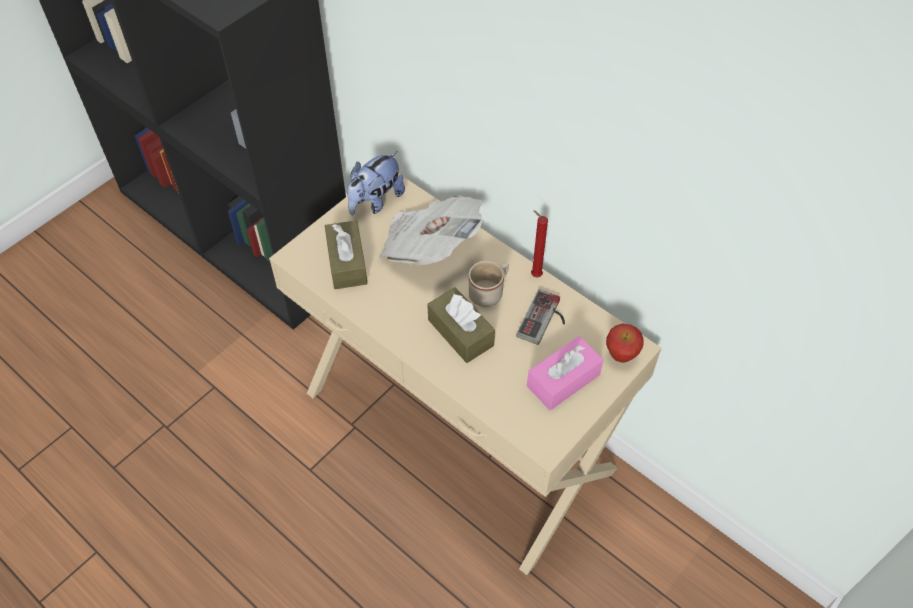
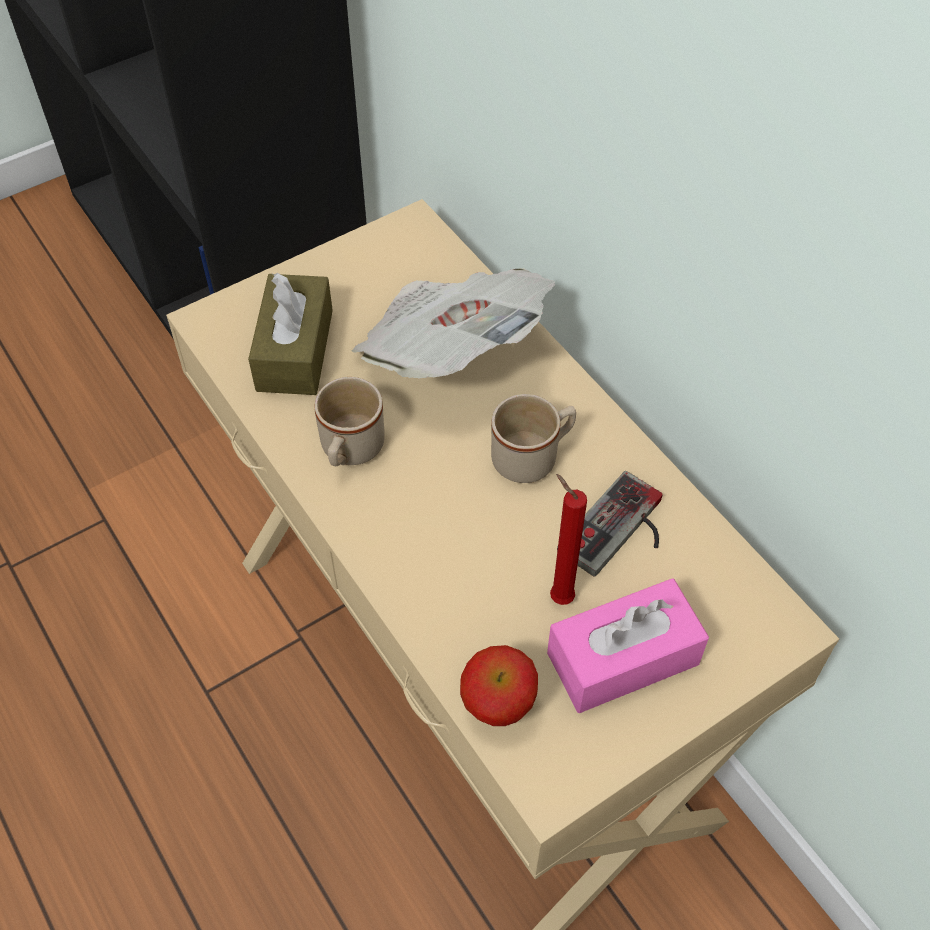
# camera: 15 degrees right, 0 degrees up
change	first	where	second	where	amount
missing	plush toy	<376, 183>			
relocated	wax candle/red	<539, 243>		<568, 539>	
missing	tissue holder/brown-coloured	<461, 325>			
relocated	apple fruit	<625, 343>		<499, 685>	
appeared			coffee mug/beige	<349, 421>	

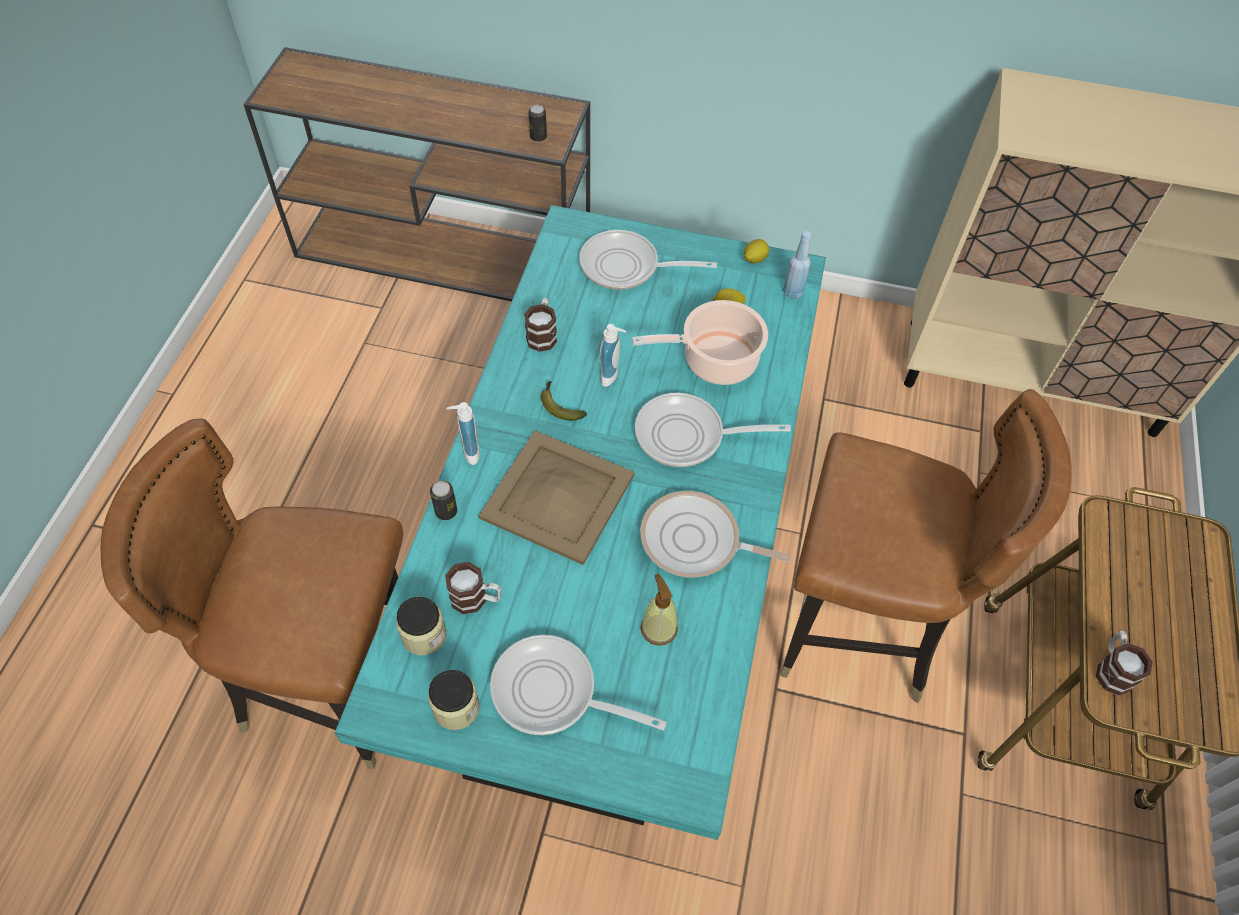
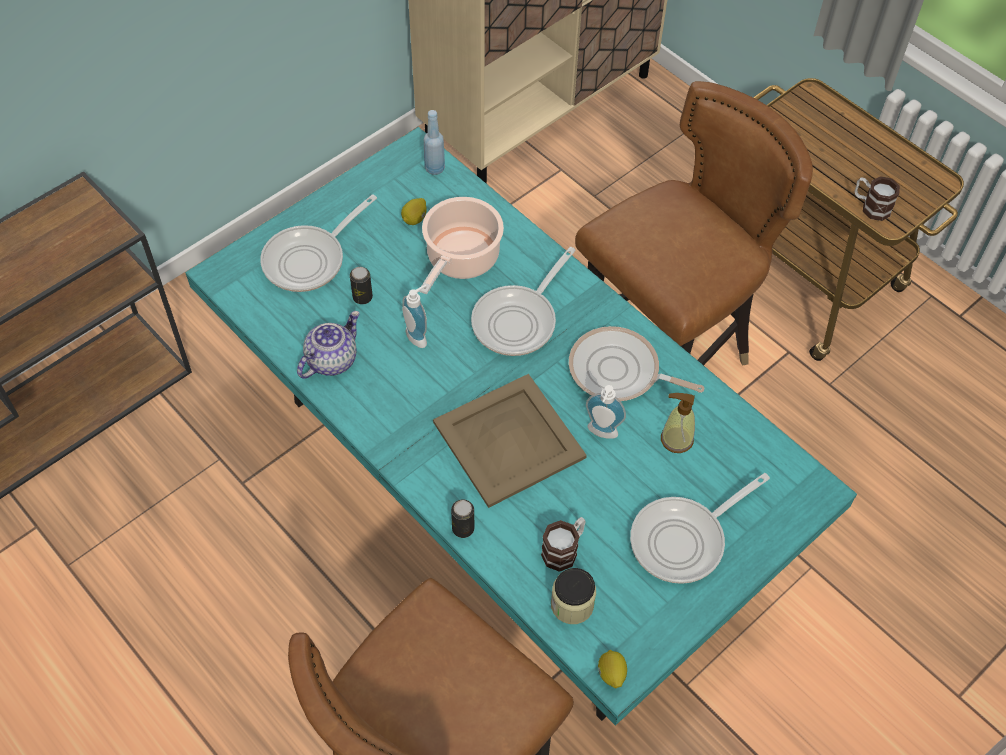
# camera: 55 degrees left, 0 degrees up
change	first	where	second	where	amount
relocated	can	<537, 123>		<361, 285>	
relocated	citrus fruit	<756, 251>		<612, 669>	
exchanged	coffee mug	<540, 324>	tea pot	<328, 345>	
missing	banana	<564, 400>			
relocated	soap dispenser	<463, 433>		<606, 412>	
spun	frying pan	<715, 534>		<636, 363>	60 degrees clockwise
missing	preserve jar	<454, 700>			

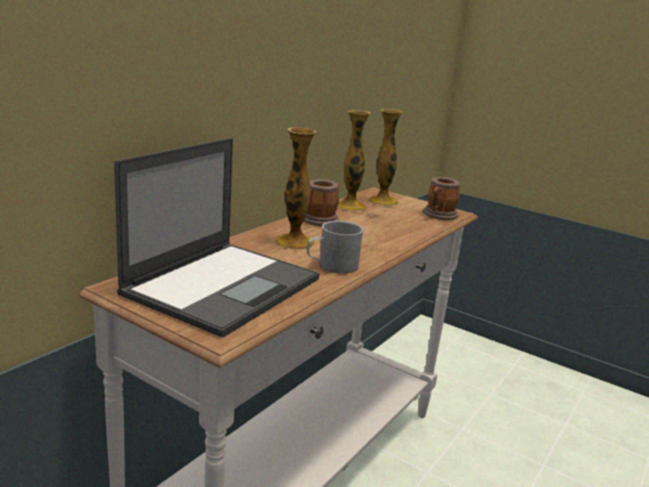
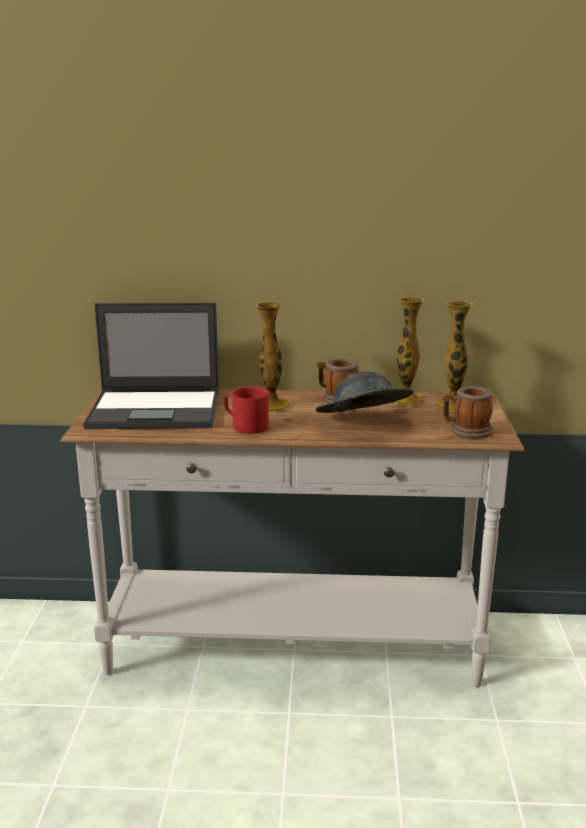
# camera: 60 degrees right, 0 degrees up
change	first	where	second	where	amount
colour	coffee mug/grey	<335, 247>	coffee mug/red	<246, 410>	
appeared			clothing hat/grey	<365, 392>	

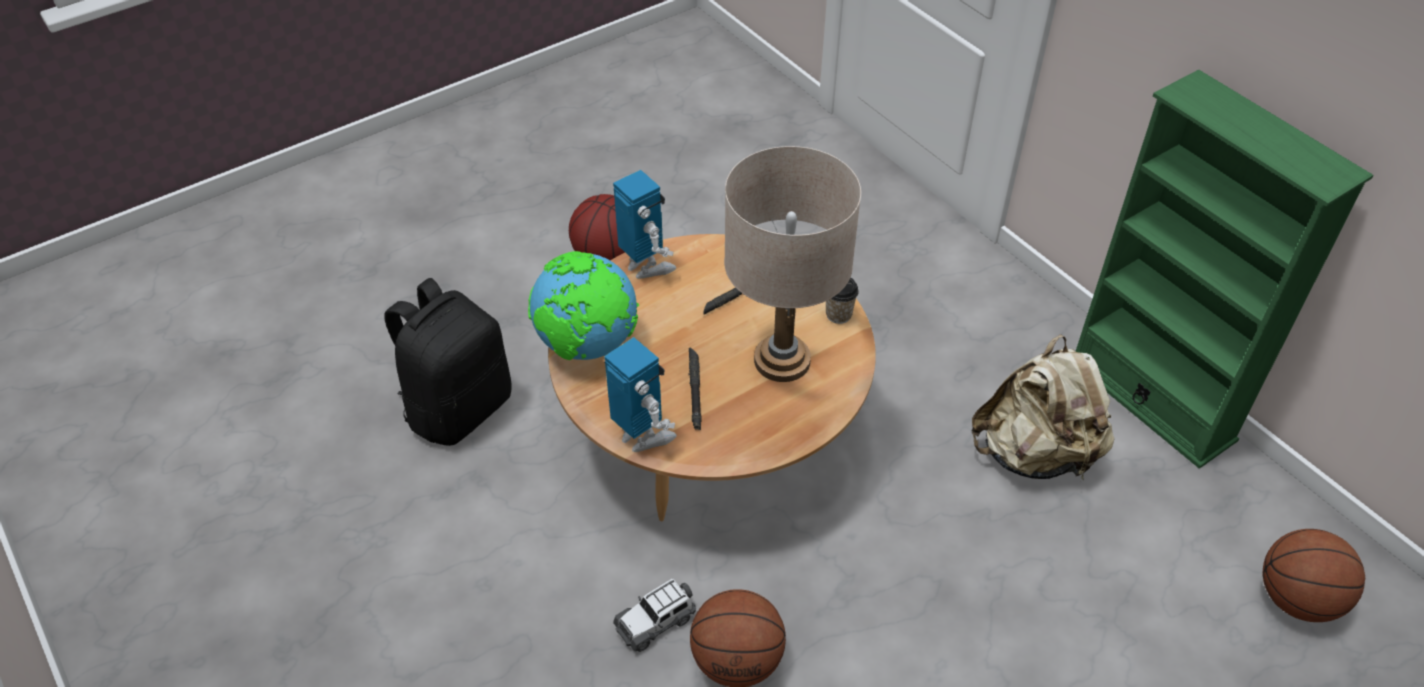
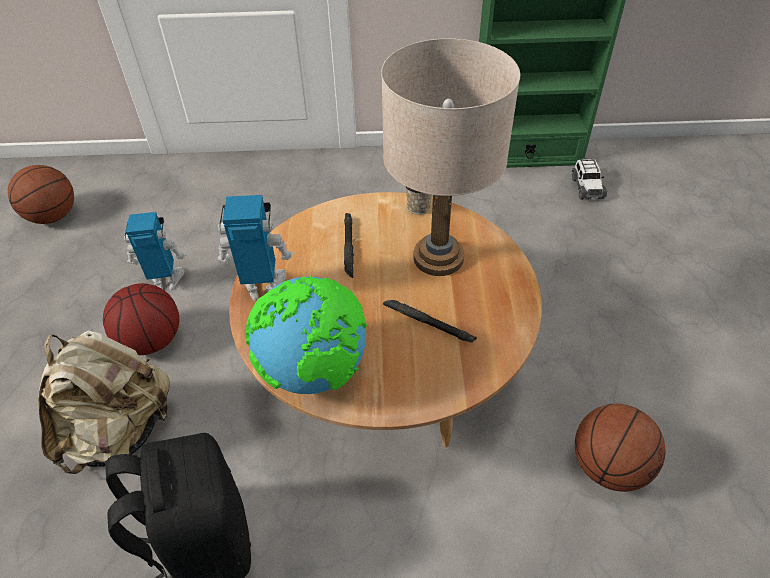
# camera: 55 degrees left, 0 degrees up
change	first	where	second	where	amount
relocated	knapsack/beige	<1042, 407>		<104, 402>	
relocated	model robot	<640, 394>		<155, 251>	
relocated	ball for basketball	<1313, 575>		<41, 194>	
relocated	model car	<654, 615>		<589, 179>	

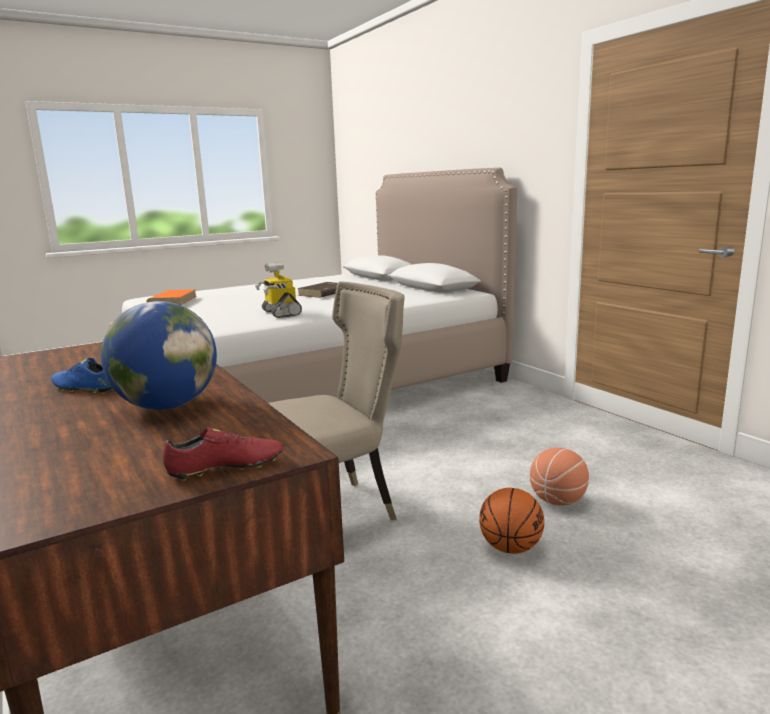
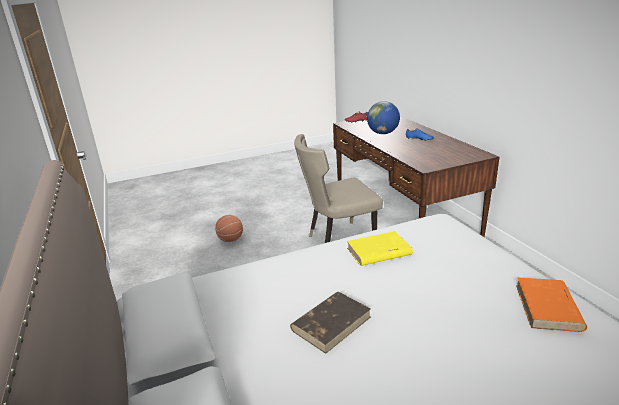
# camera: 170 degrees left, 10 degrees up
change	first	where	second	where	amount
exchanged	model robot	<278, 290>	book/yellowish	<380, 248>	
missing	ball for basketball	<511, 521>			

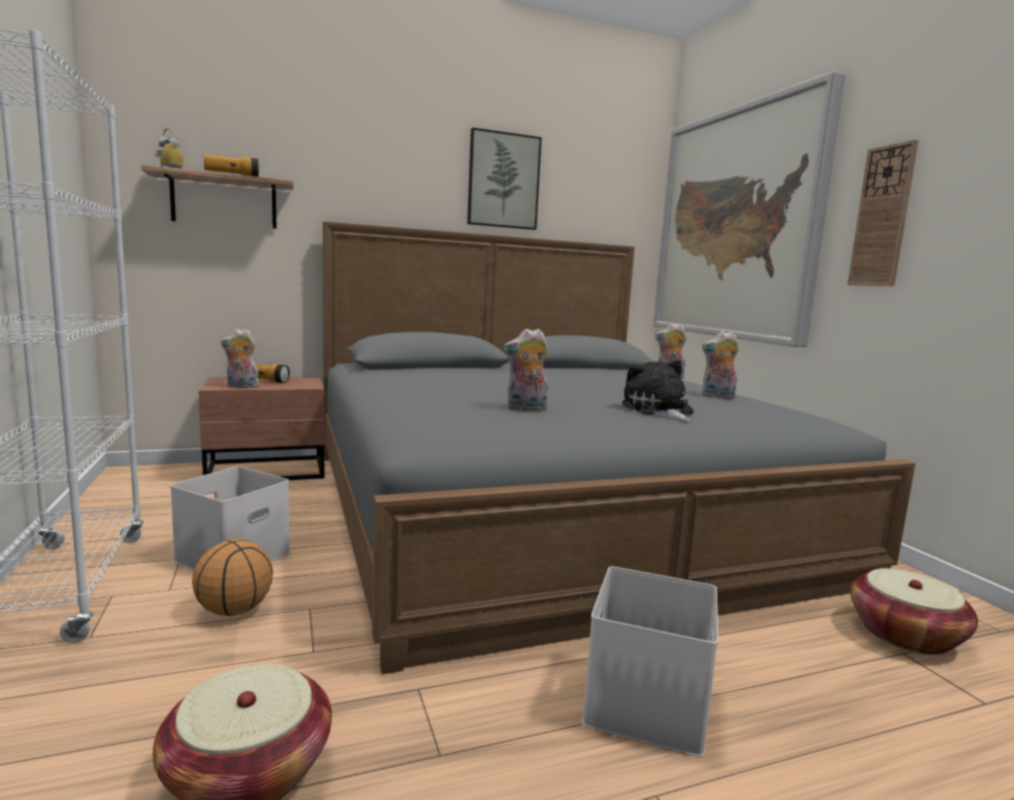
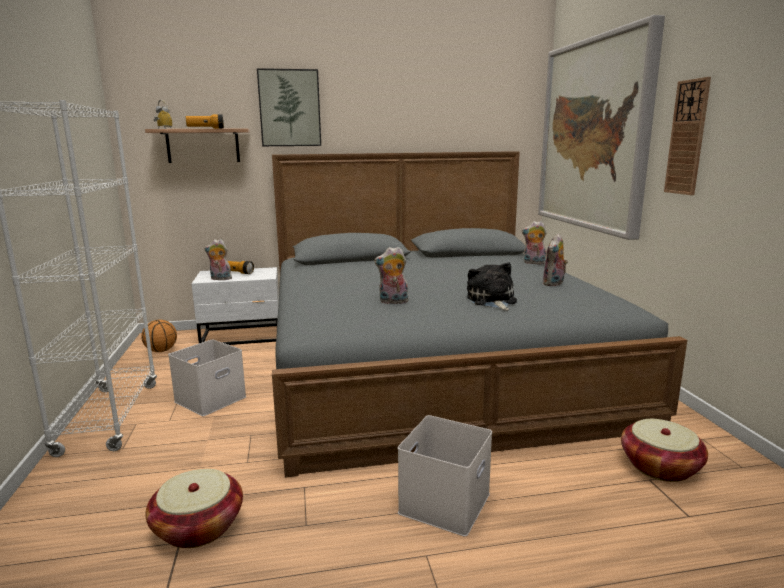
# camera: 10 degrees right, 5 degrees up
change	first	where	second	where	amount
relocated	wall picture	<504, 178>		<289, 107>	
spun	plush toy	<720, 365>		<555, 260>	60 degrees counterclockwise
colour	bedside table/brown-coloured	<262, 428>	bedside table/whitish	<235, 306>	
relocated	ball for basketball	<232, 577>		<159, 336>	

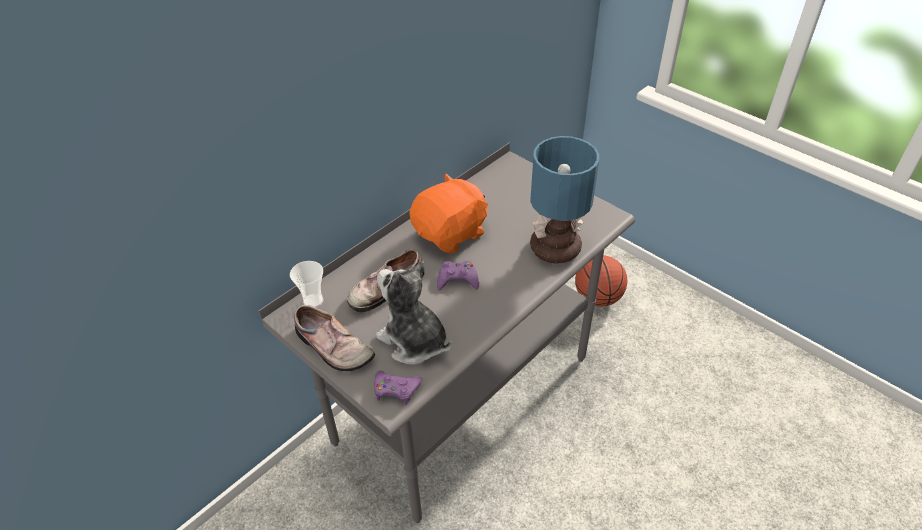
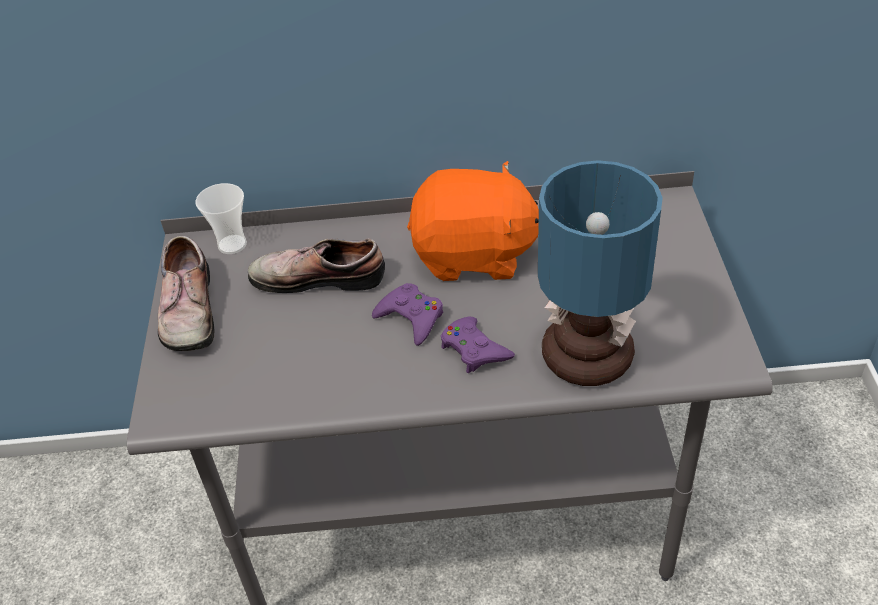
# camera: 45 degrees right, 0 degrees up
change	first	where	second	where	amount
missing	ball for basketball	<601, 281>			
missing	plush toy	<413, 312>			
relocated	joypad/purplish	<398, 388>		<478, 345>	

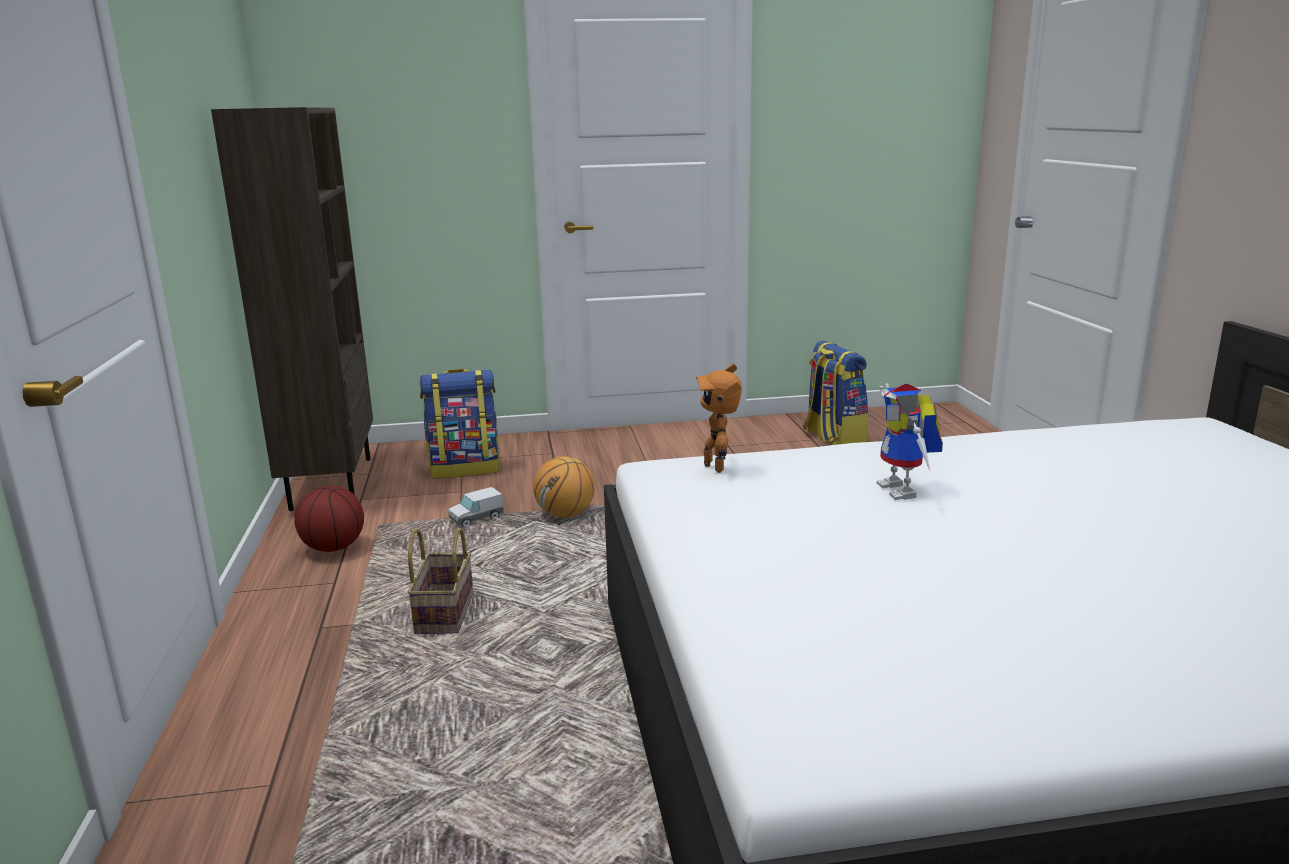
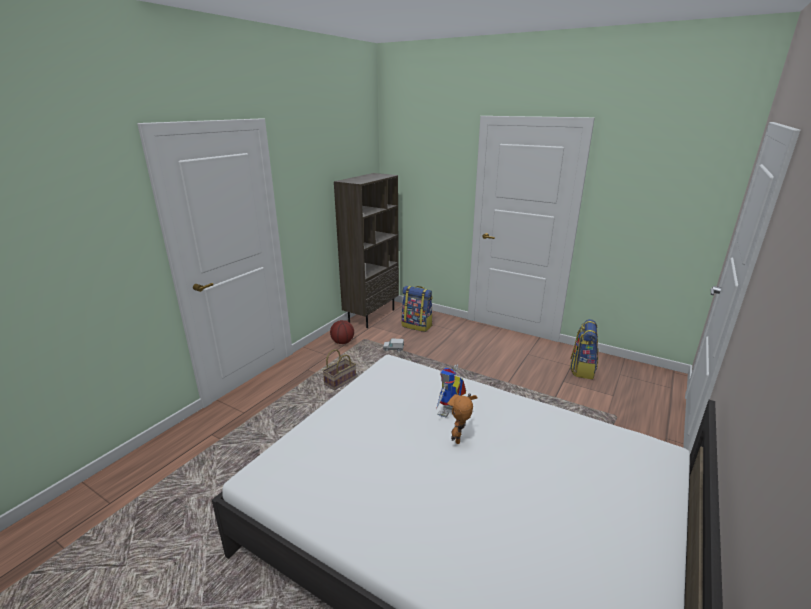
# camera: 40 degrees right, 5 degrees up
change	first	where	second	where	amount
relocated	model robot	<719, 418>		<462, 418>	
missing	ball for basketball	<564, 487>			

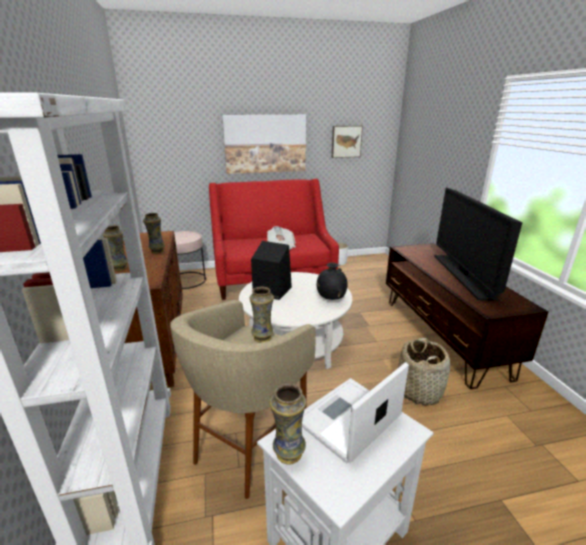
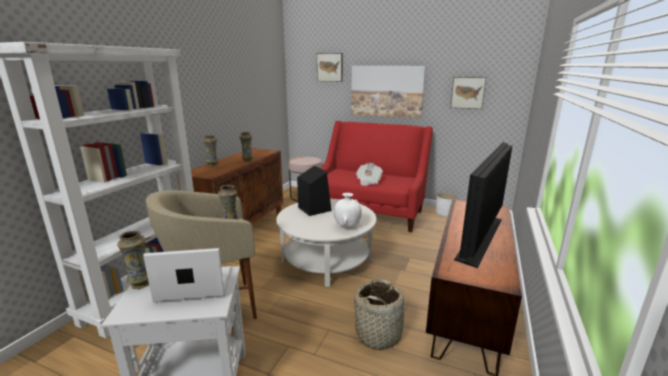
# camera: 35 degrees right, 5 degrees down
change	first	where	second	where	amount
colour	vase/black-coloured	<332, 281>	vase/whitish	<348, 210>	
appeared			wall picture	<330, 67>	

